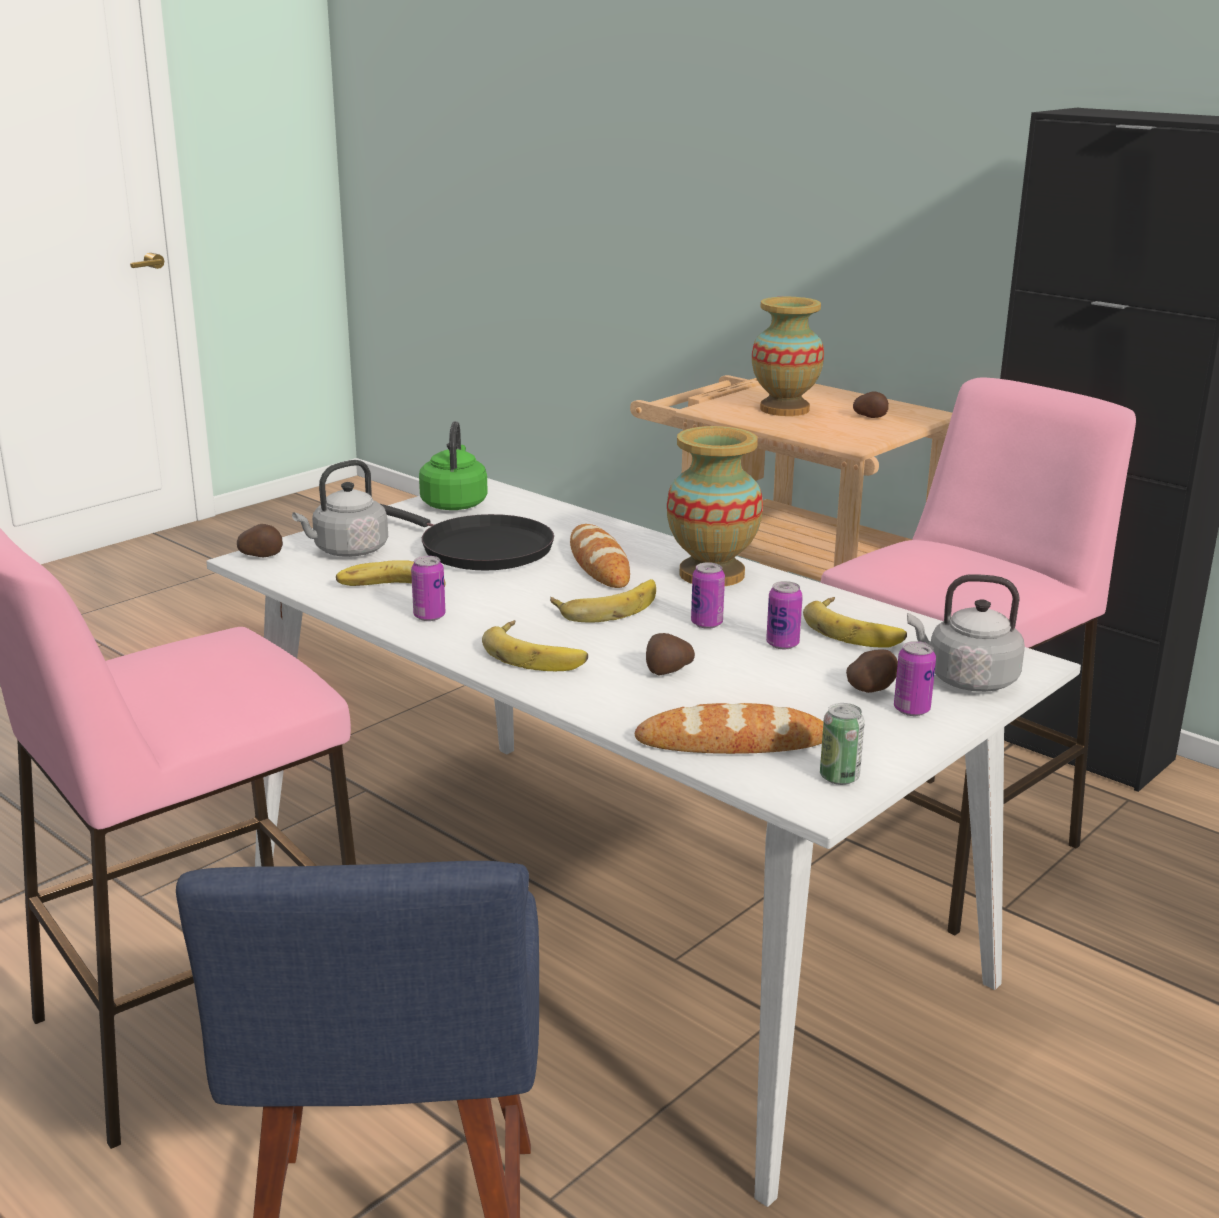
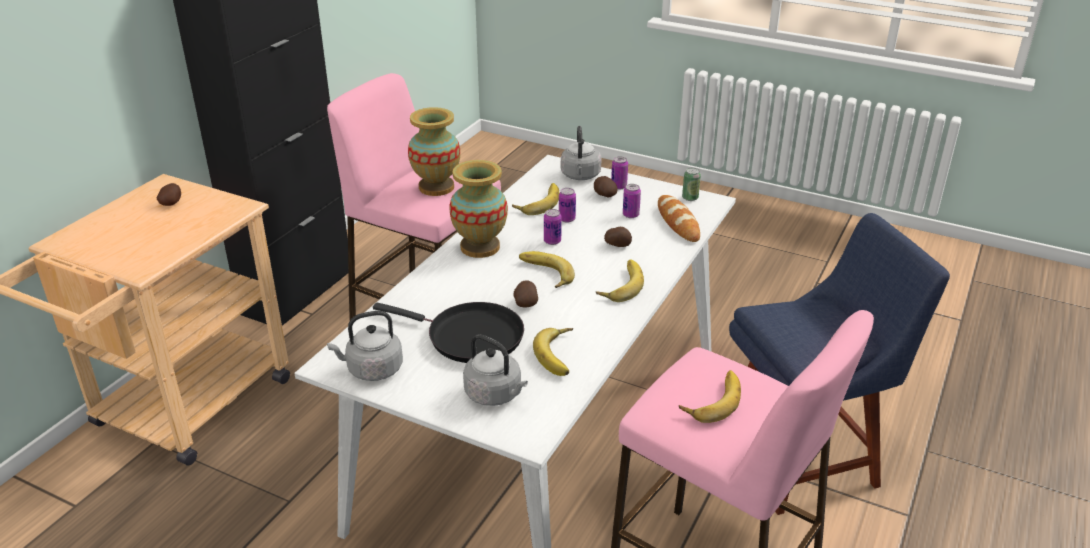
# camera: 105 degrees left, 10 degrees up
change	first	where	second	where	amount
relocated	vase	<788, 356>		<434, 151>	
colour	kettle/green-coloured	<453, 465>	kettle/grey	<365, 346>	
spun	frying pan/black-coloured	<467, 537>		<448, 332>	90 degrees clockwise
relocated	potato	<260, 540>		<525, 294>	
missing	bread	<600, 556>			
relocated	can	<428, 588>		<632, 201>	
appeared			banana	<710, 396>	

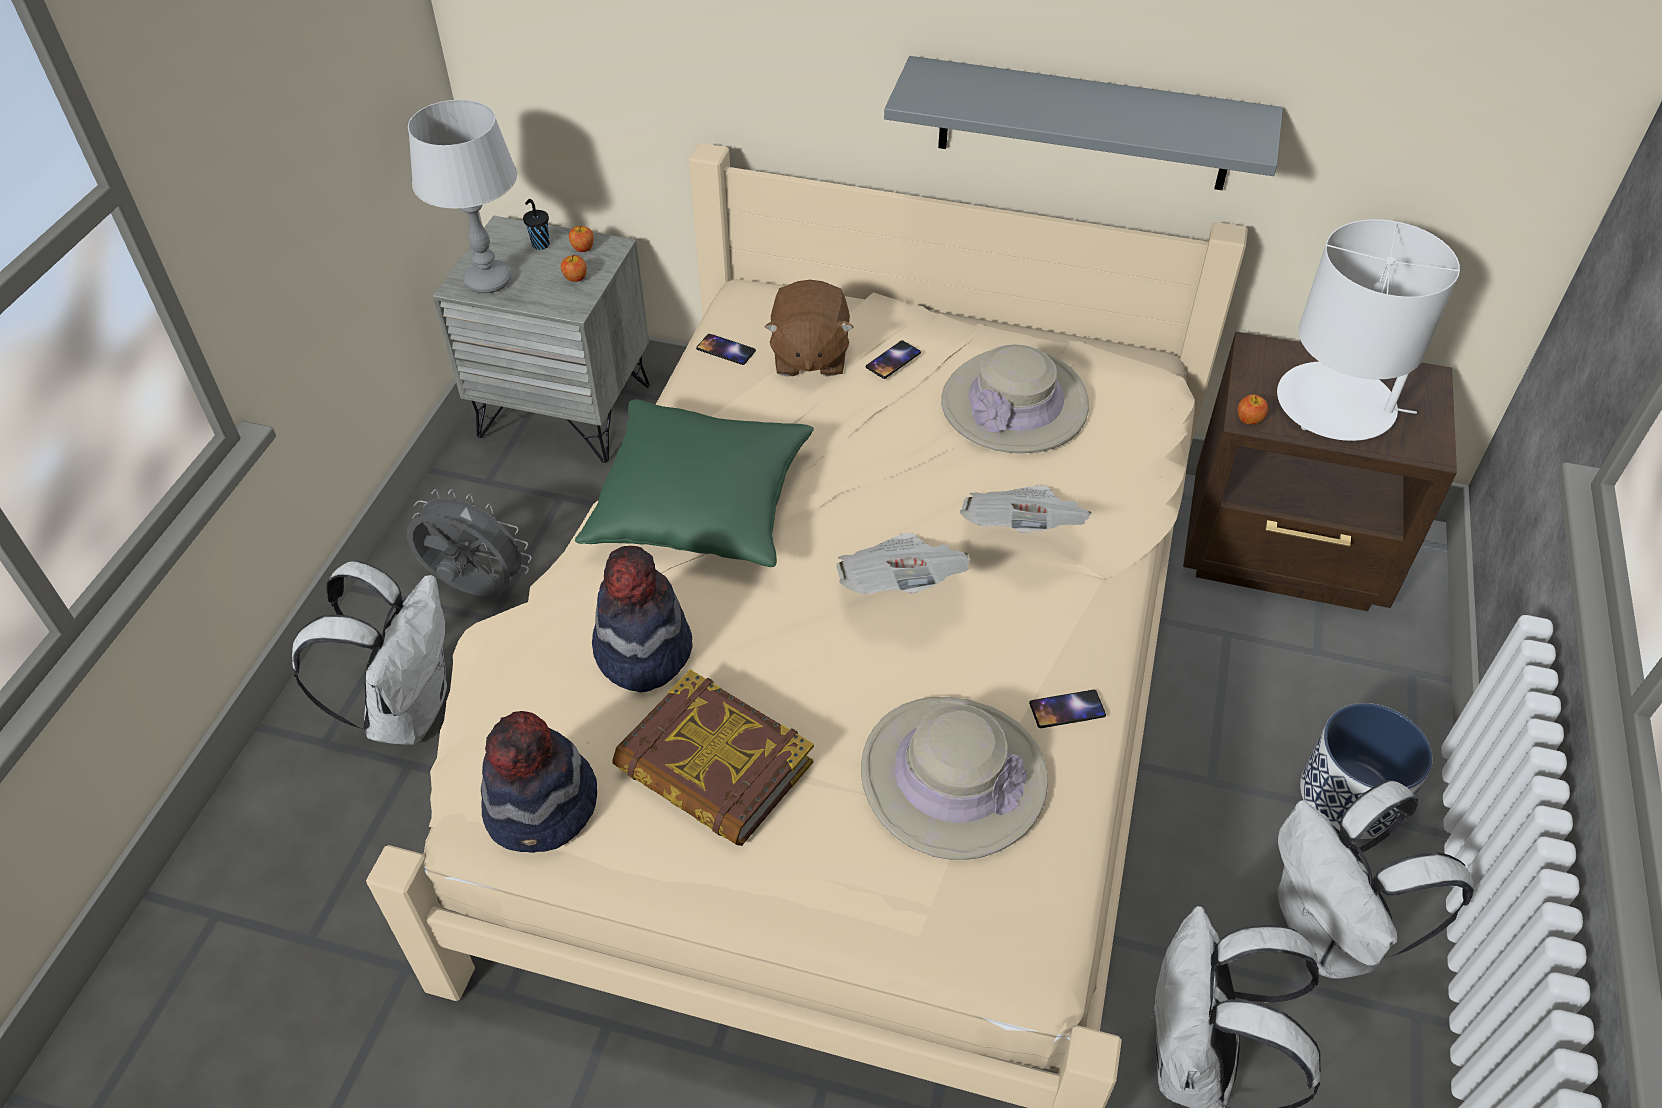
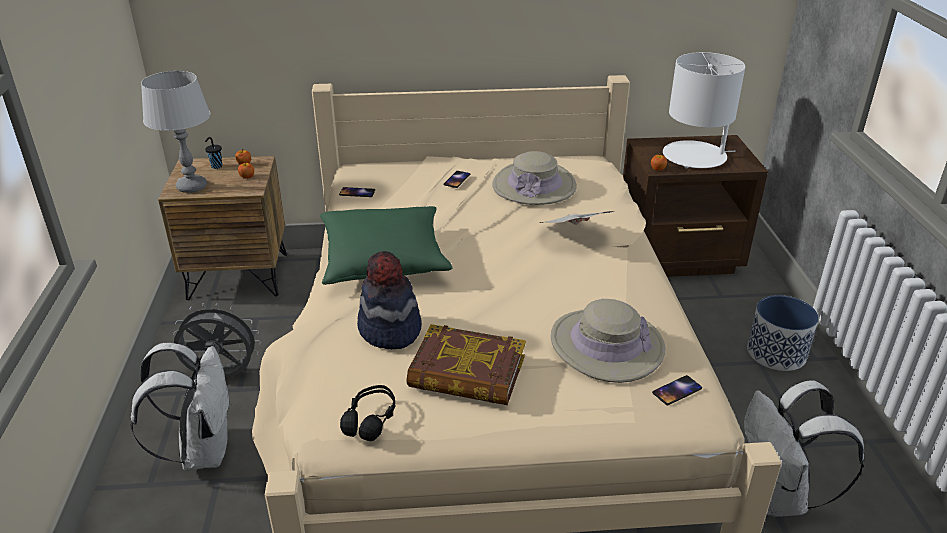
# camera: 20 degrees left, 15 degrees down
change	first	where	second	where	amount
missing	bracket shelf/grey	<1083, 123>			
colour	bedside table/grey	<541, 339>	bedside table/brown-coloured	<222, 228>	
missing	plush toy/brown-coloured	<809, 328>			
missing	newspaper	<902, 563>			
relocated	handset	<1067, 709>		<677, 390>	
exchanged	clothing hat	<539, 782>	headphones/black-coloured	<367, 413>	
missing	knapsack/whitish	<1375, 879>			

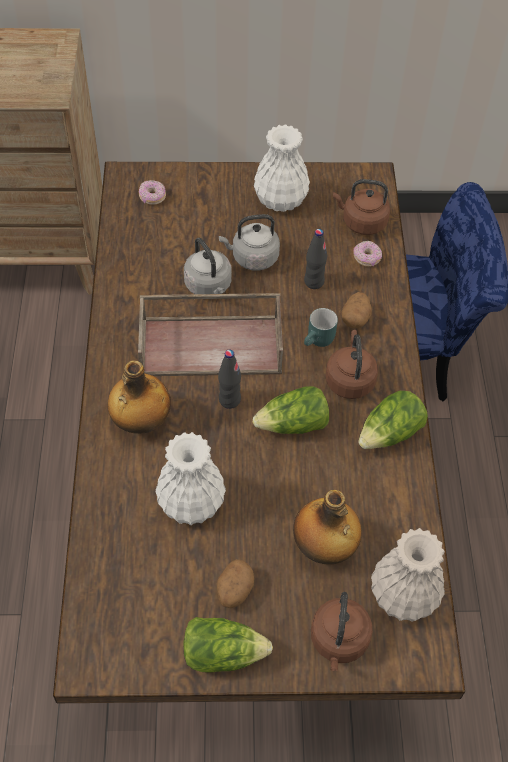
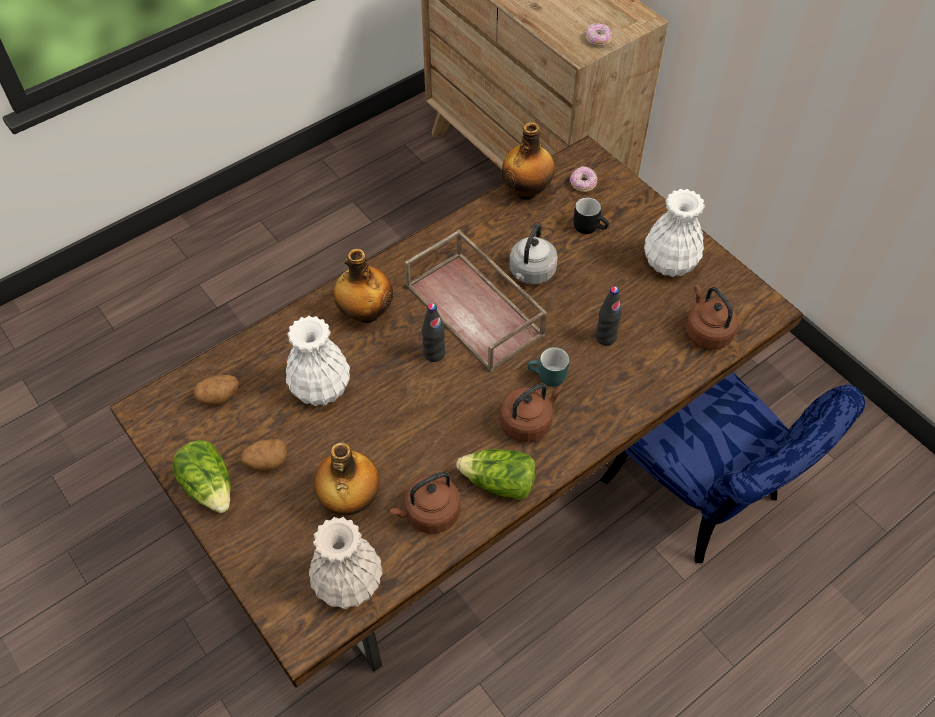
# camera: 55 degrees right, 0 degrees up
change	first	where	second	where	amount
missing	kettle/grey	<249, 242>			
relocated	ring doughnut	<367, 254>		<599, 34>	
relocated	potato	<356, 310>		<216, 390>	
missing	head of lettuce	<291, 410>			
relocated	kettle/brown-coloured	<342, 631>		<425, 503>	
appeared			drink bottle	<528, 161>	
appeared			coffee mug/black-coloured	<591, 215>	

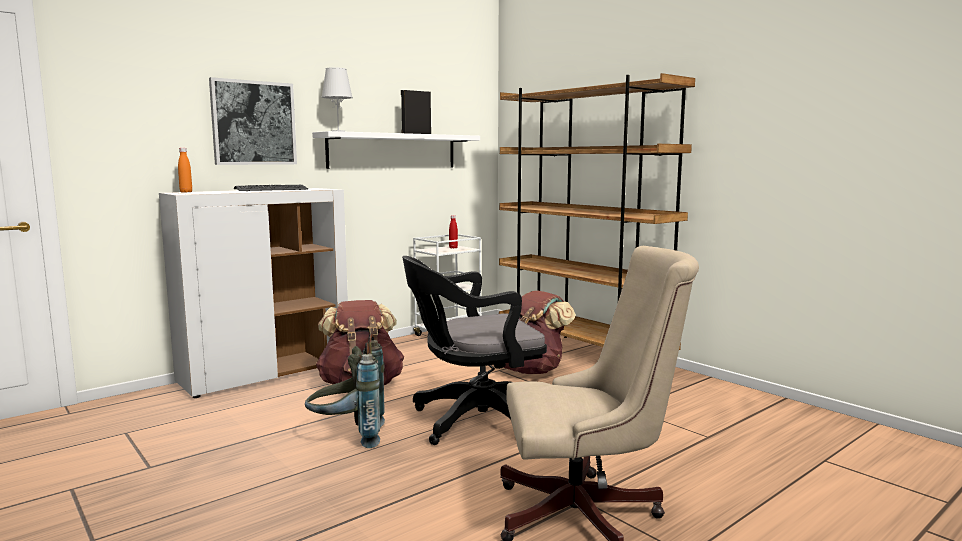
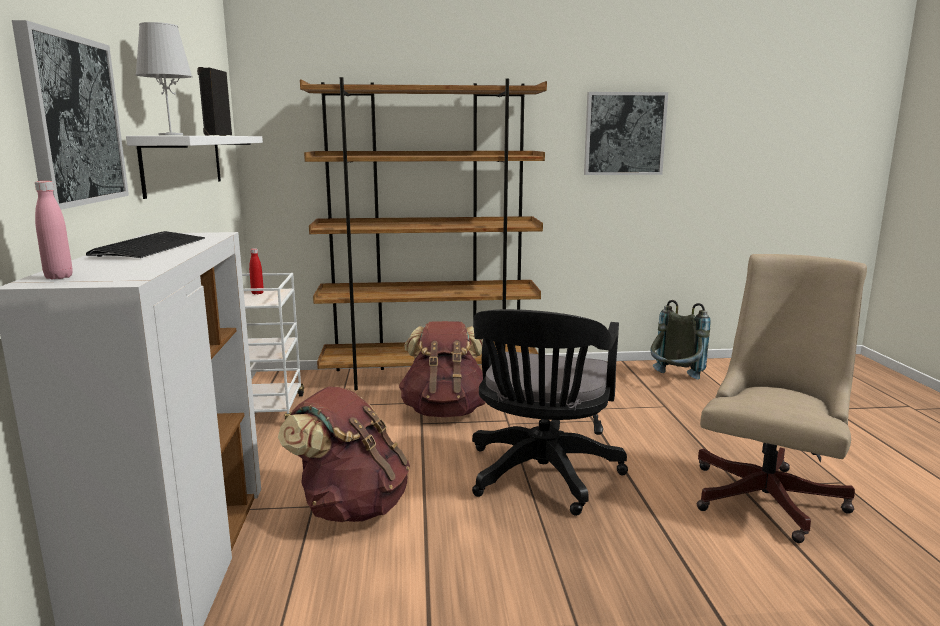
# camera: 55 degrees left, 5 degrees up
change	first	where	second	where	amount
colour	drink bottle/orange-coloured	<185, 170>	drink bottle/pinkish	<54, 230>	
relocated	knapsack/grey	<345, 390>		<681, 340>	
appeared			wall picture	<626, 133>	

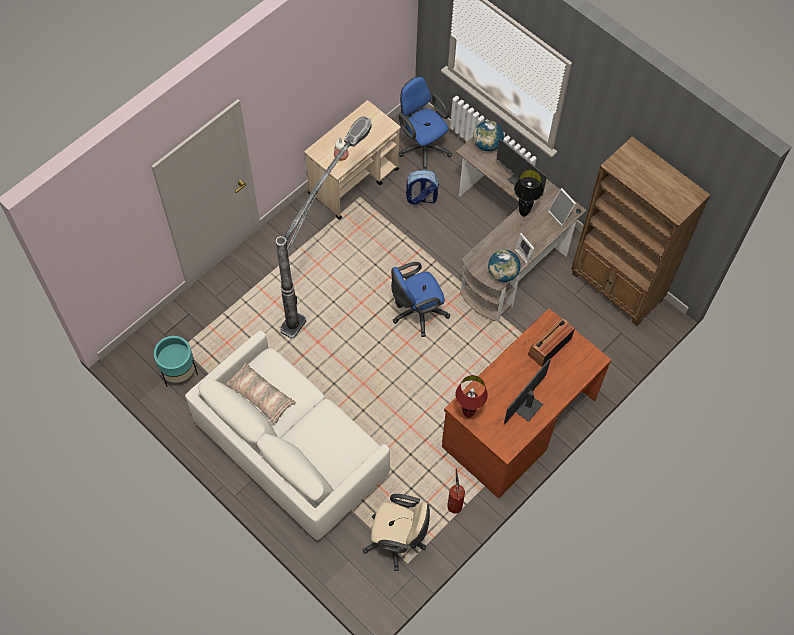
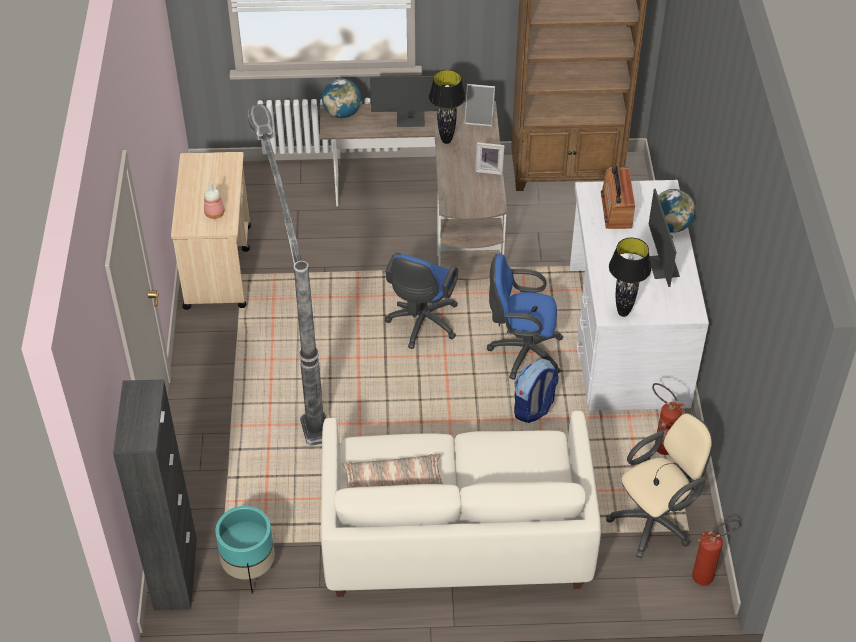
# camera: 45 degrees left, 15 degrees down
change	first	where	second	where	amount
relocated	computer chair/blue	<425, 123>		<525, 317>	
relocated	knapsack	<422, 187>		<536, 391>	
relocated	desk globe	<504, 266>		<676, 211>	
colour	desk/brown-coloured	<527, 403>	desk/whitish	<639, 295>	
colour	lamp for a table/red	<471, 396>	lamp for a table/black-coloured	<630, 277>	
appeared			storage cabinet/black-coloured	<155, 494>	
appeared			fire extinguisher	<716, 552>	

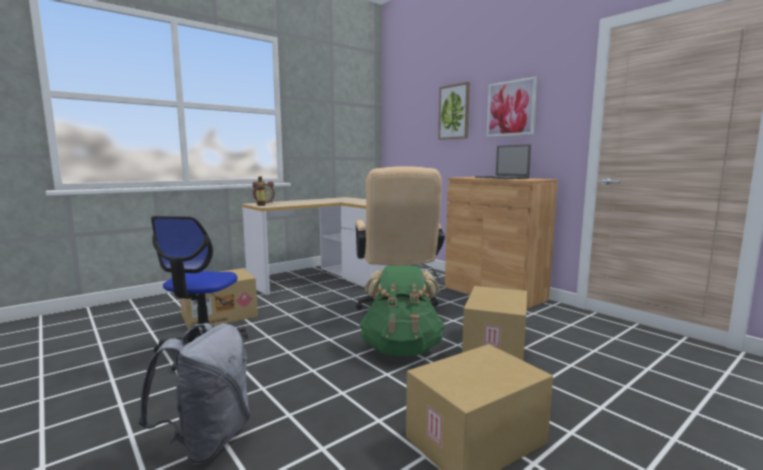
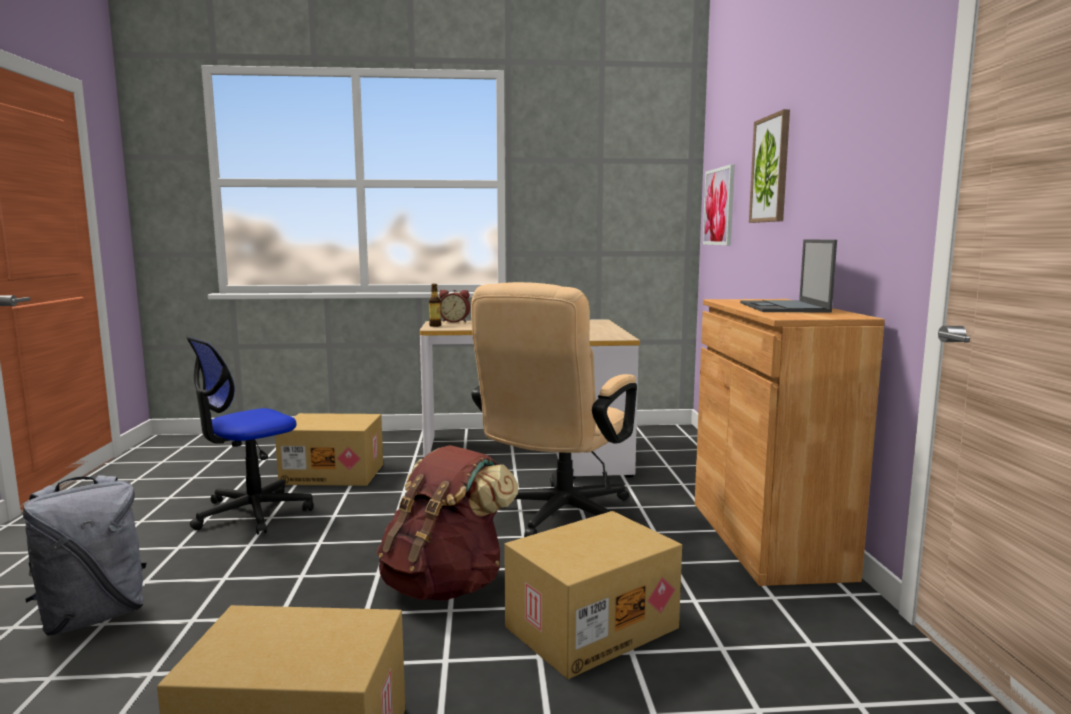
# camera: 35 degrees right, 0 degrees up
change	first	where	second	where	amount
relocated	wall picture	<511, 106>		<718, 204>	
colour	knapsack/green-coloured	<402, 310>	knapsack/brown-coloured	<447, 523>	

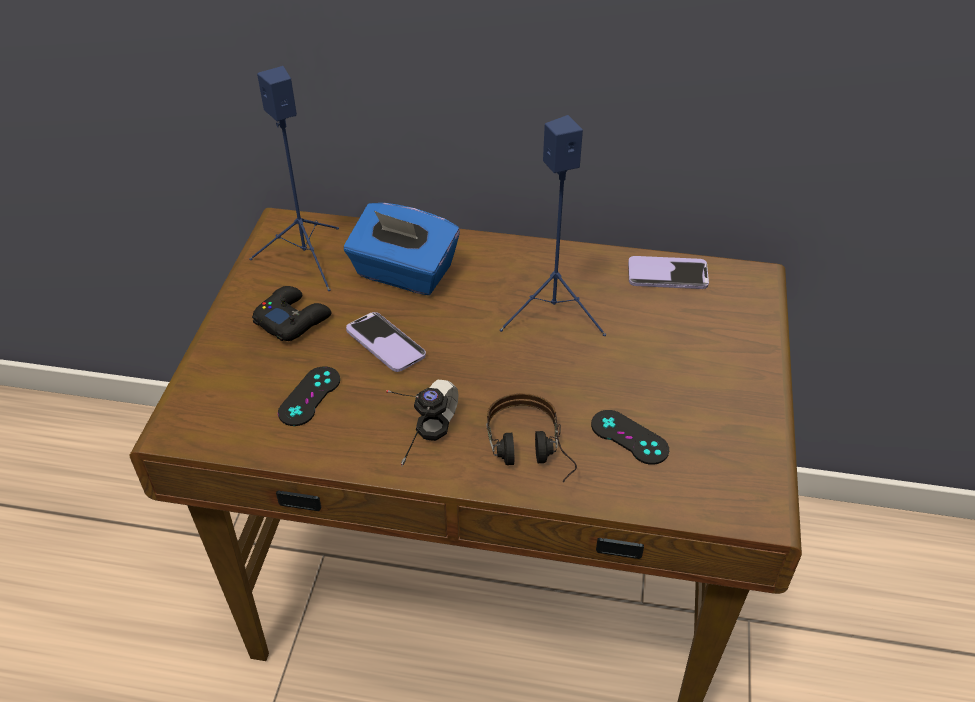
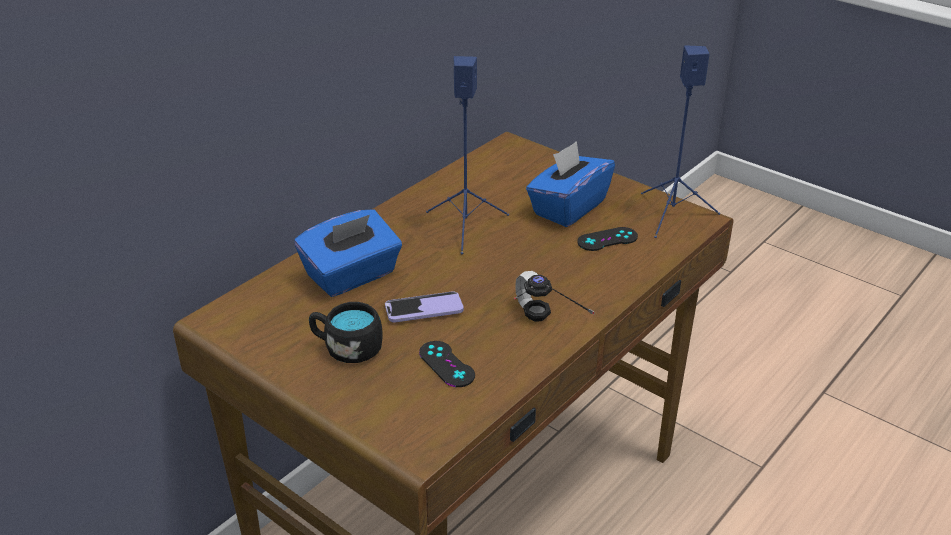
# camera: 60 degrees left, 10 degrees down
change	first	where	second	where	amount
relocated	audio speaker/blue	<294, 178>		<680, 141>	
missing	handset	<668, 272>			
exchanged	joypad/black-coloured	<291, 313>	coffee mug/black-coloured	<346, 332>	
missing	headphones	<531, 438>			
appeared			tissue holder/blue	<570, 184>	

